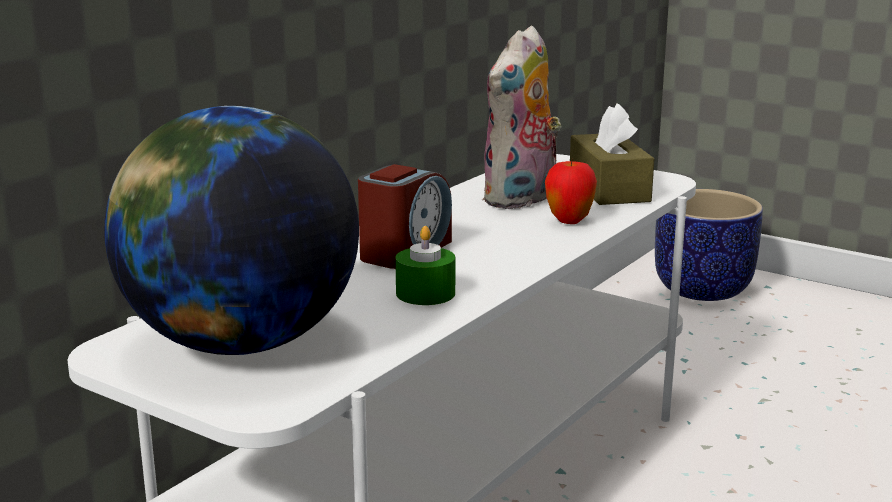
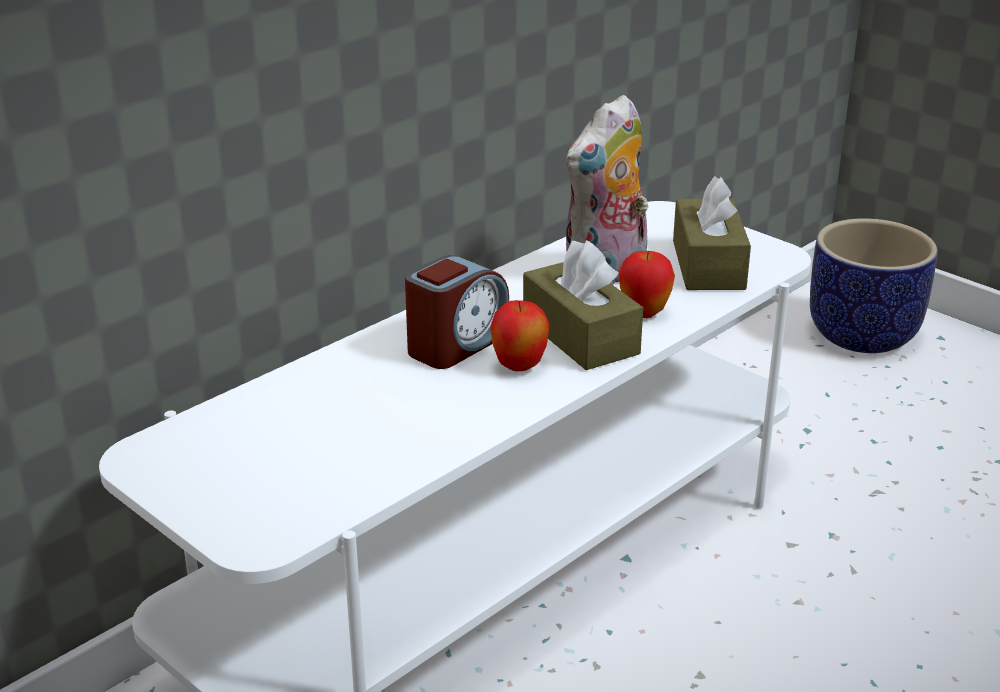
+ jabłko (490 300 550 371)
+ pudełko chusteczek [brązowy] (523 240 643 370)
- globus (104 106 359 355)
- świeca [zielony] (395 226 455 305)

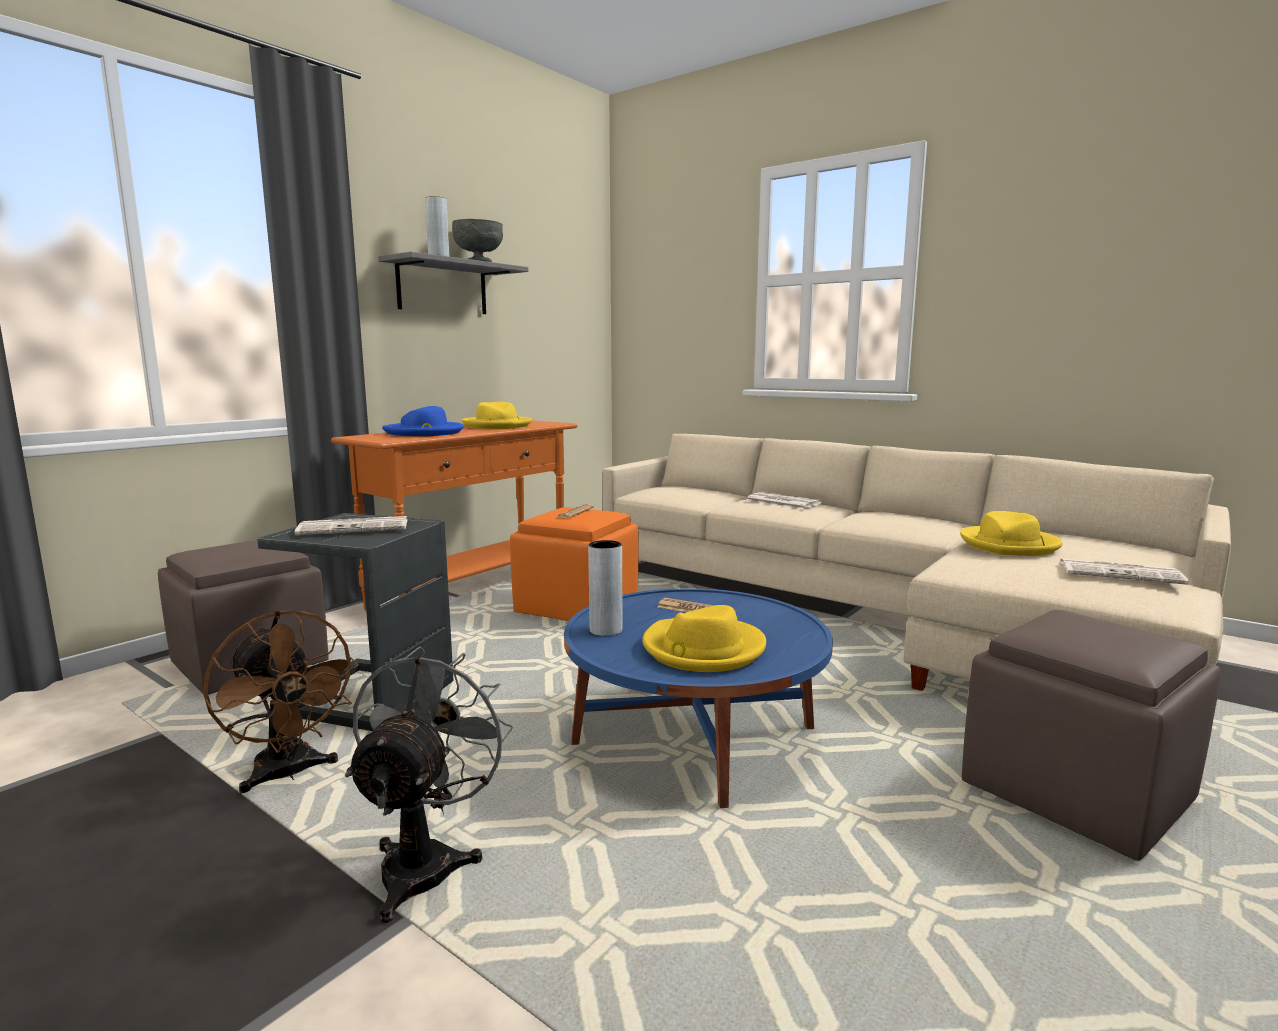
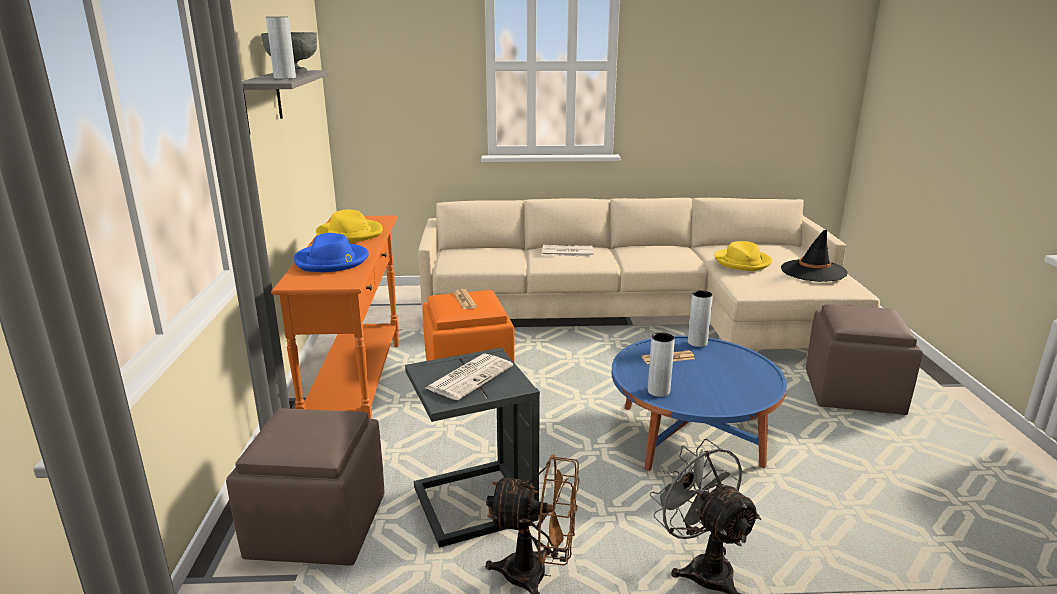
+ wazon [szary] (688 290 713 347)
~ gazeta (1060 558 1189 585) to kapelusz [czarny] (781 230 848 282)
- kapelusz [żółty] (642 605 766 672)

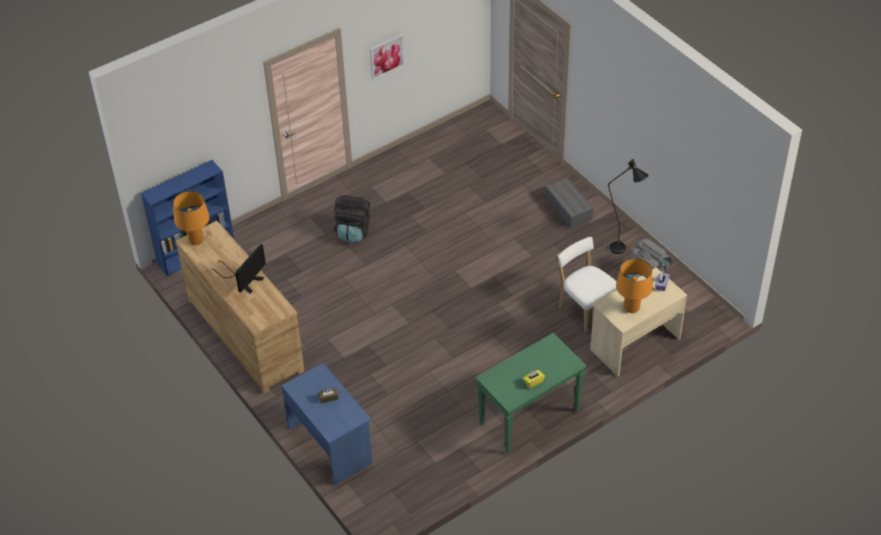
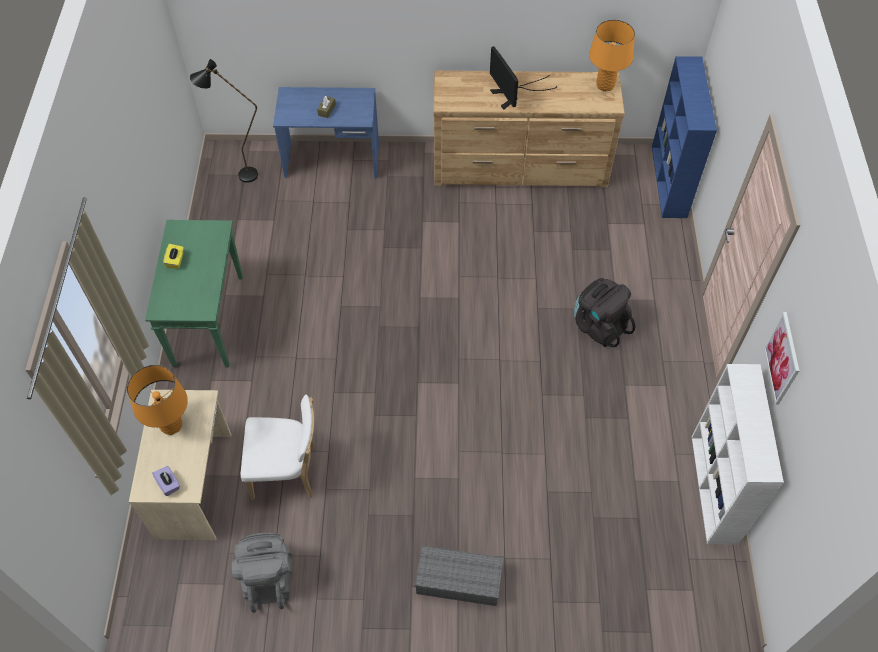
~ lampa stojąca [czarny] (608 159 649 254) to (190 59 258 183)
+ regał [biały] (692 364 784 545)

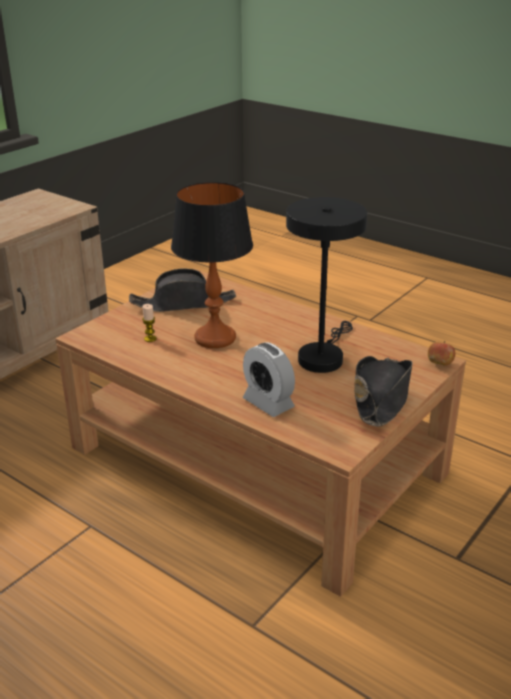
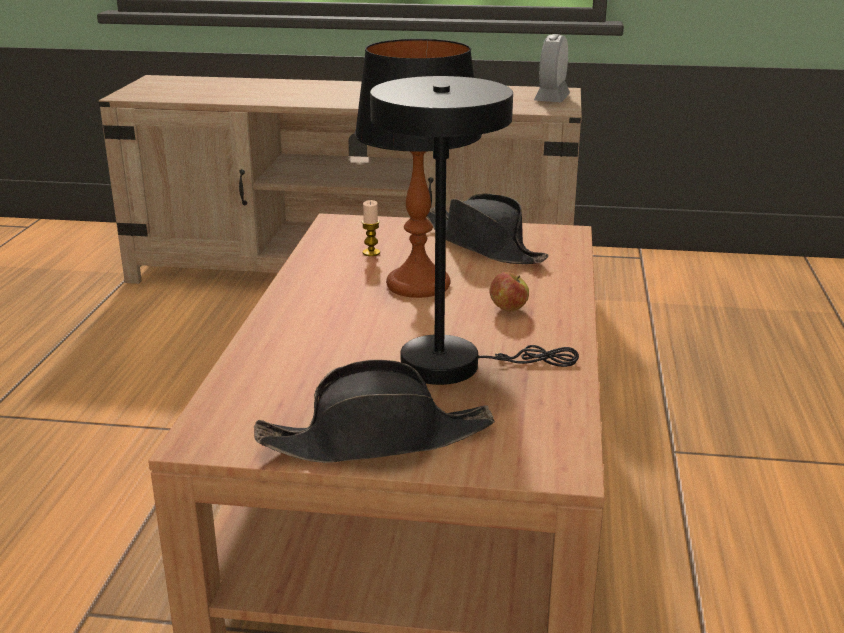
~ jabłko (428 341 455 366) to (489 272 529 312)
~ budzik (243 342 295 417) to (534 34 570 102)

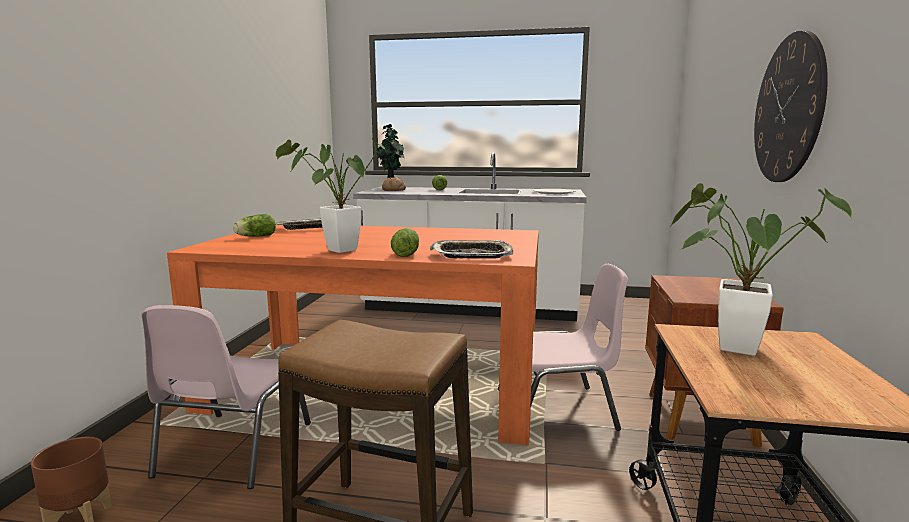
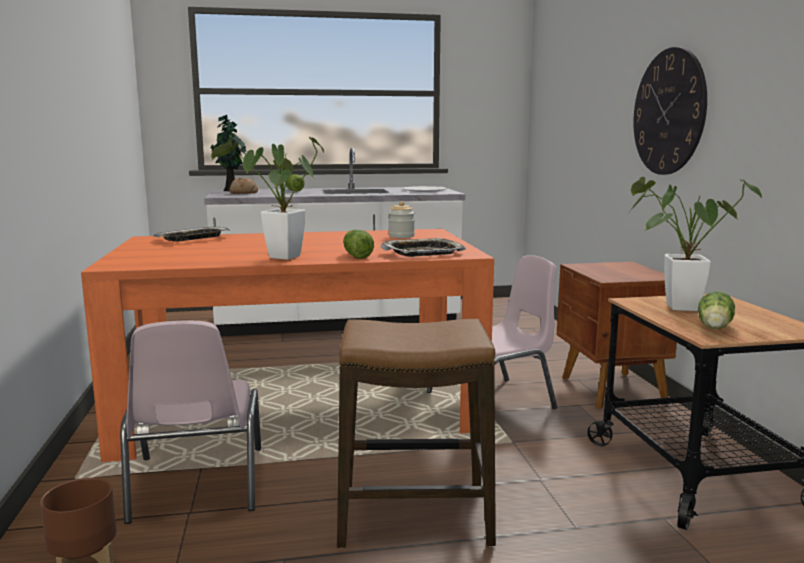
+ słoik (389 201 415 238)
~ sałata (233 214 276 237) to (698 291 735 329)

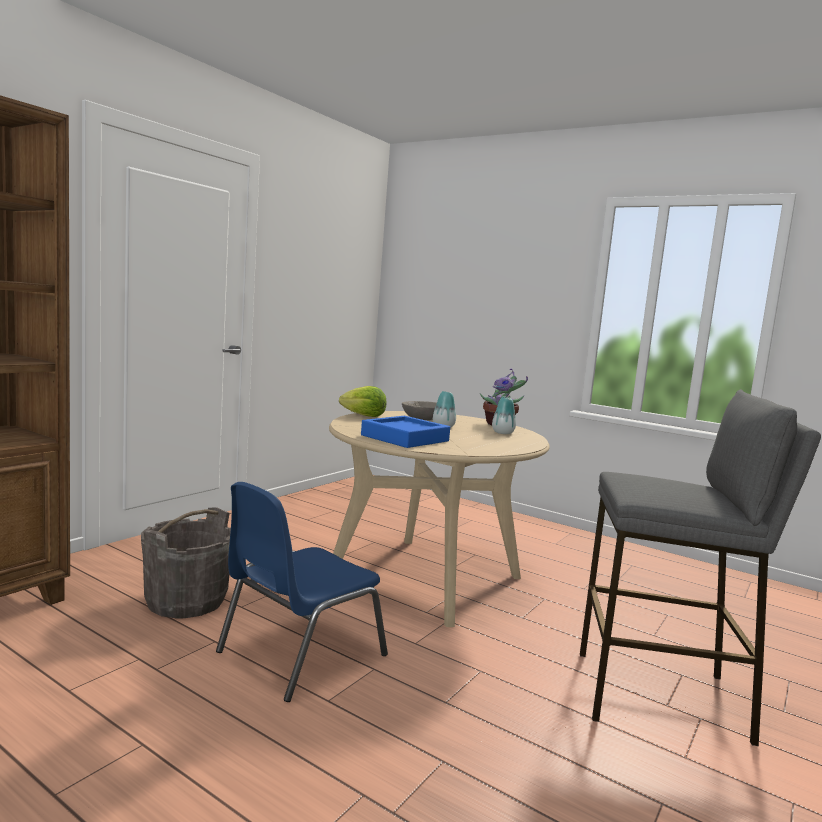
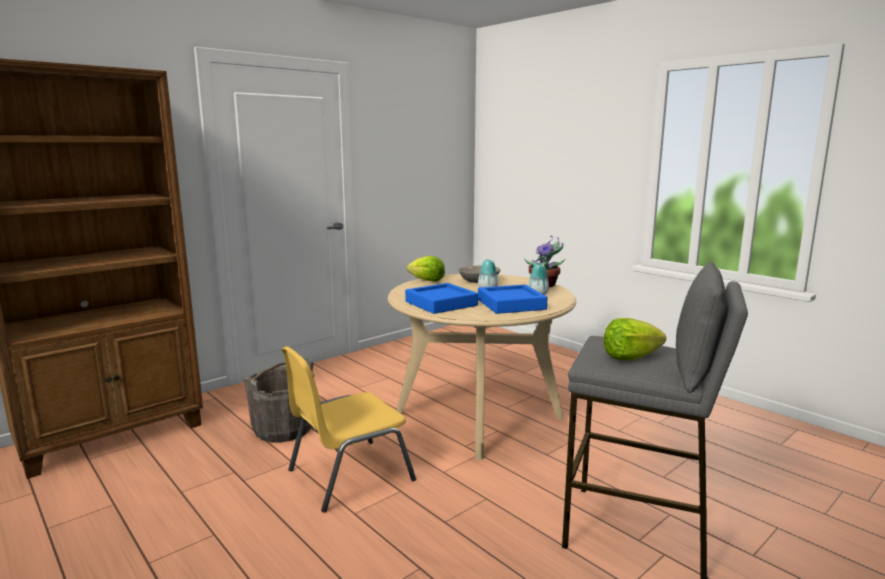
~ krzesło [niebieski] (216 482 388 702) to krzesło [żółty] (282 346 416 512)
+ taca [niebieski] (478 284 547 314)
+ sałata (604 318 666 360)

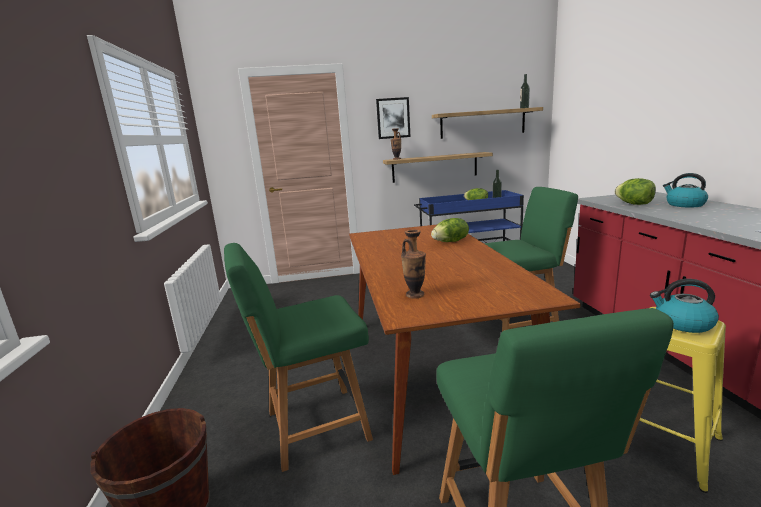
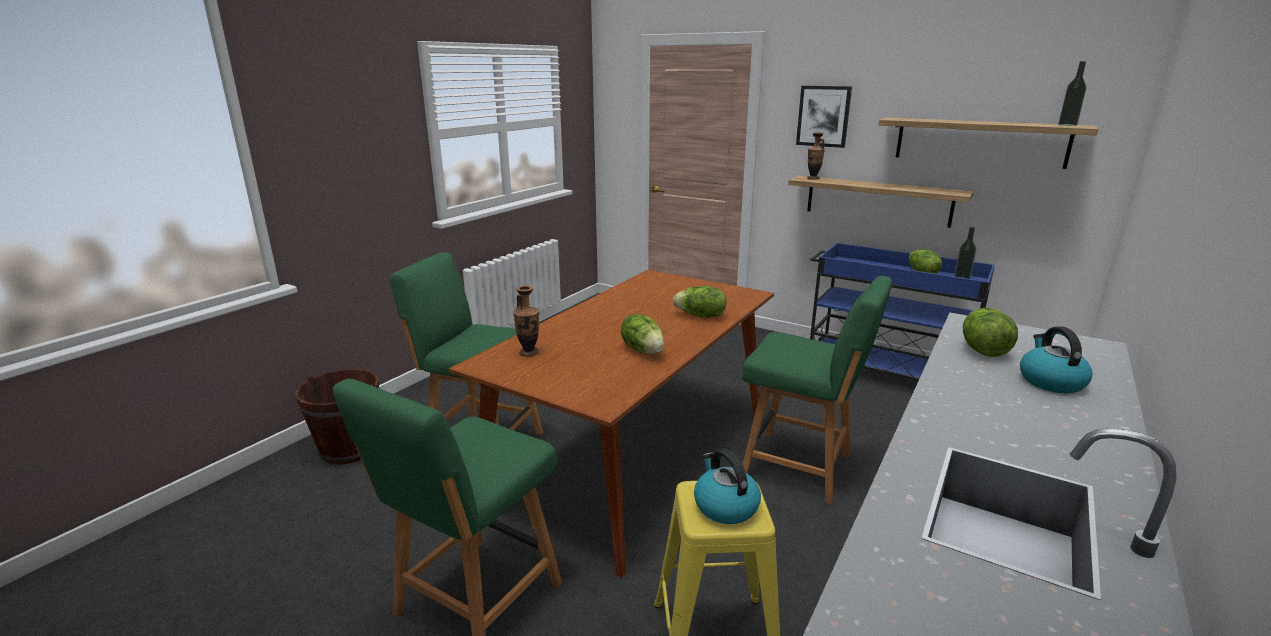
+ sałata (621 314 664 354)

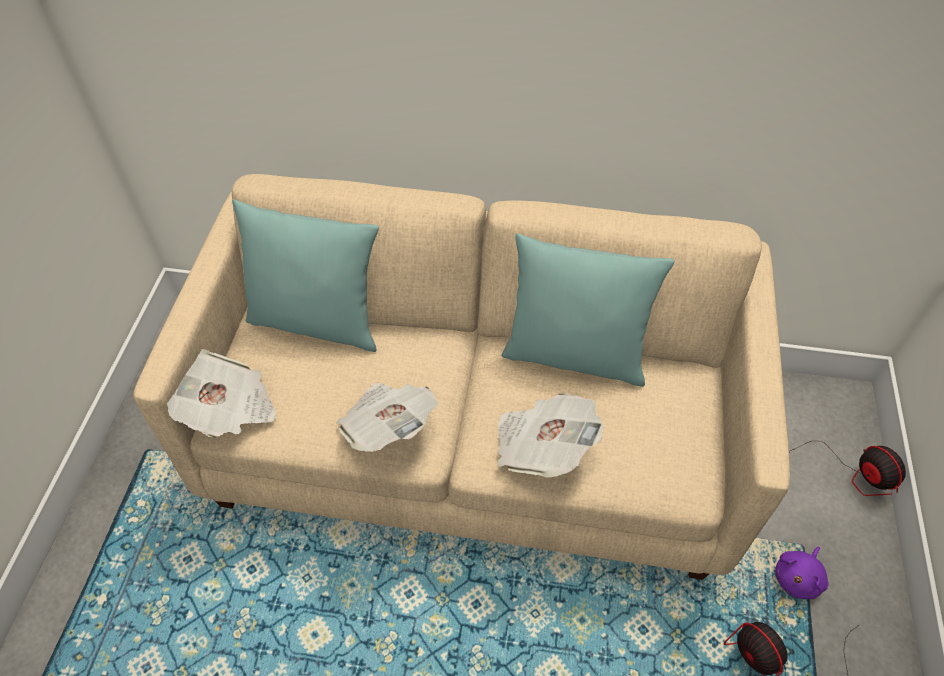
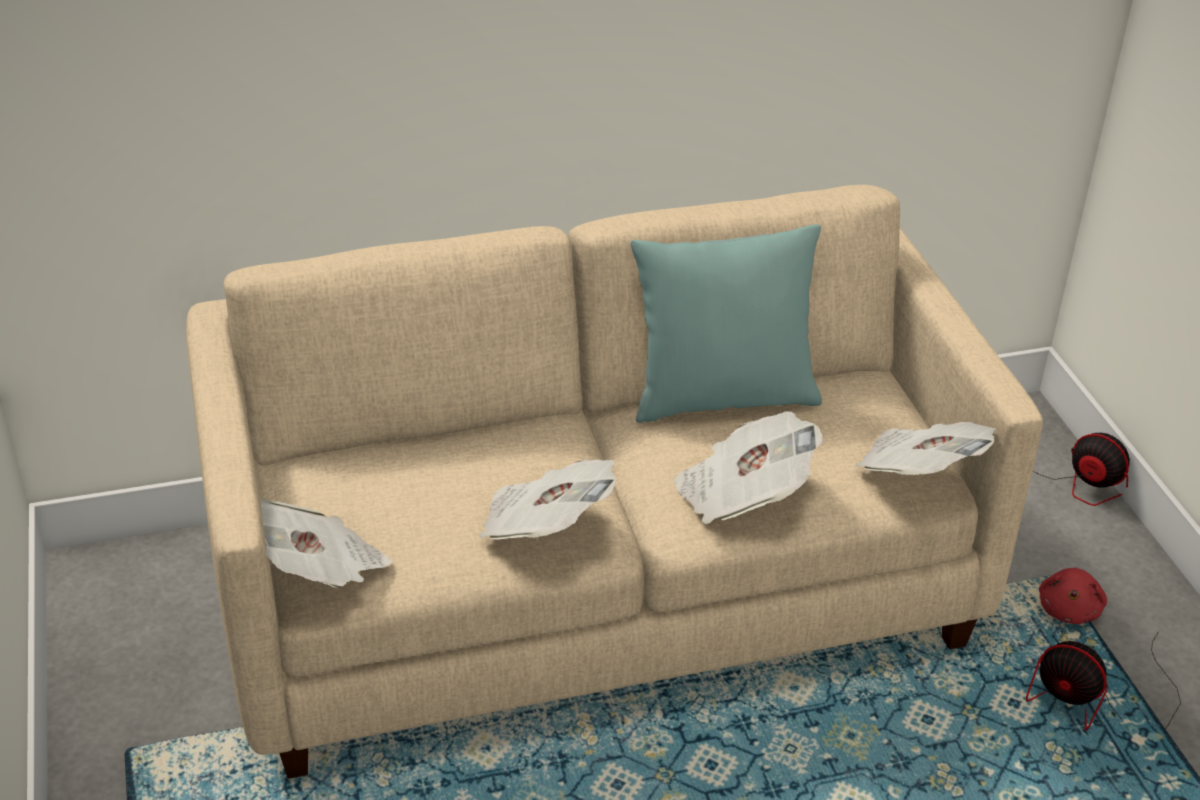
+ gazeta (855 422 996 475)
~ pluszak [fioletowy] (775 547 829 599) to pluszak [czerwony] (1039 567 1107 624)
- poduszka [turkusowy] (232 199 379 352)

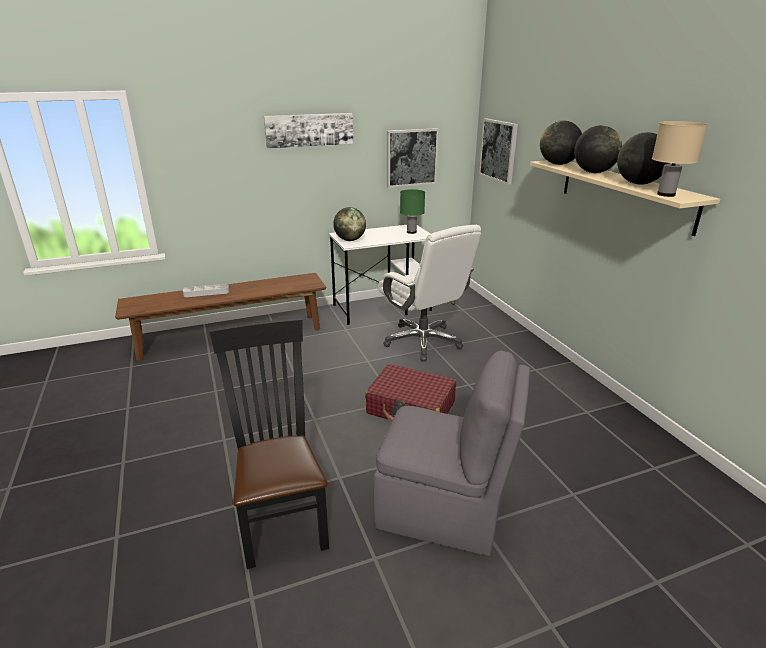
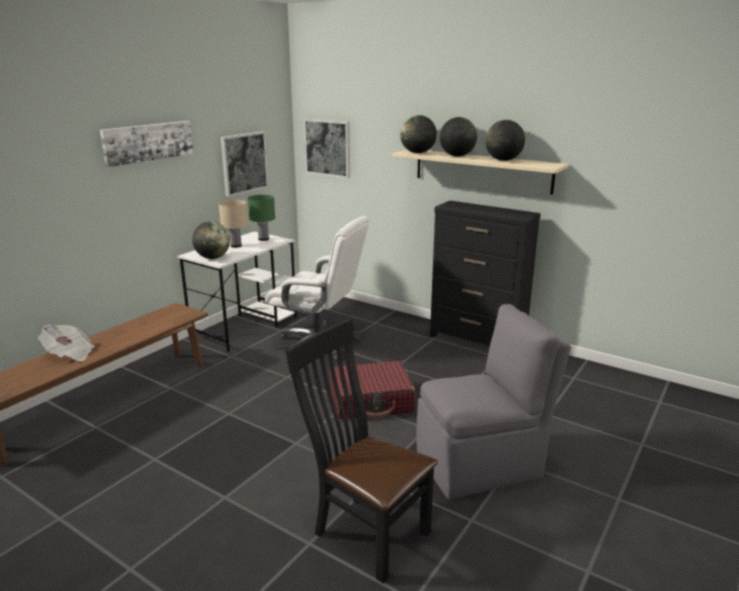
~ taca [szary] (183 284 229 297) to gazeta (38 325 95 361)
~ lampa stołowa [beżowy] (652 121 708 197) to (219 200 248 248)
+ komoda [czarny] (430 201 541 346)

